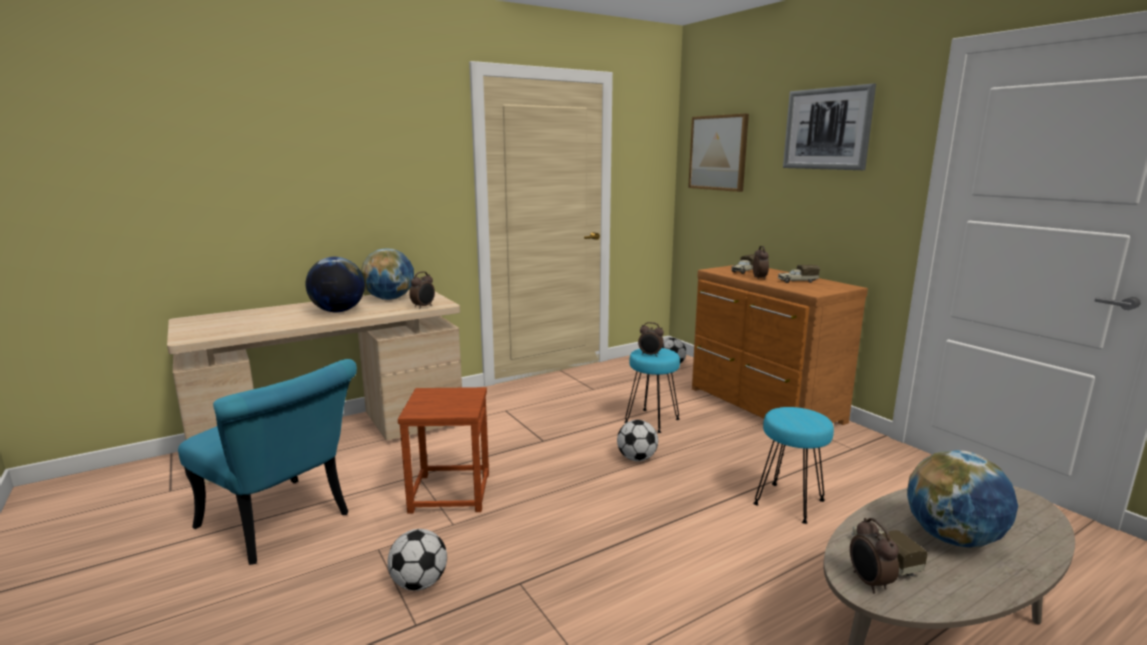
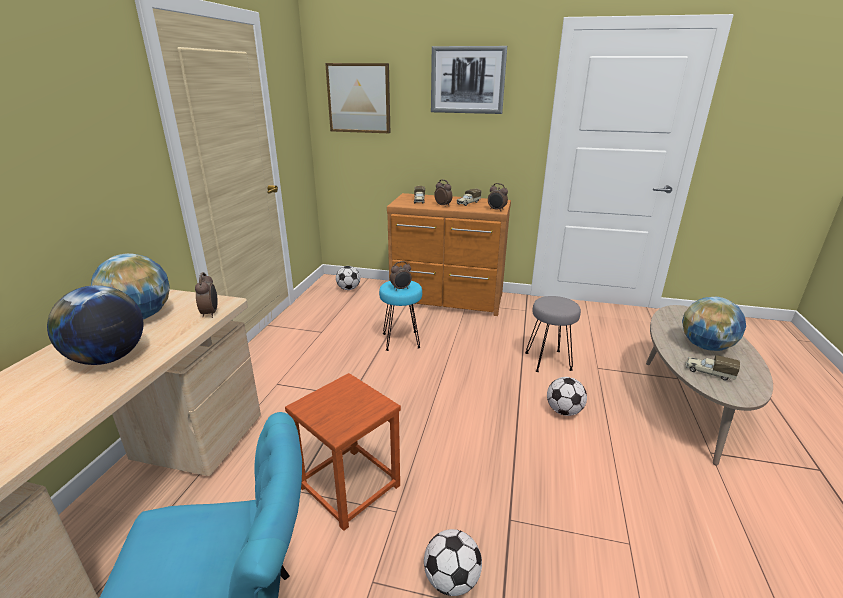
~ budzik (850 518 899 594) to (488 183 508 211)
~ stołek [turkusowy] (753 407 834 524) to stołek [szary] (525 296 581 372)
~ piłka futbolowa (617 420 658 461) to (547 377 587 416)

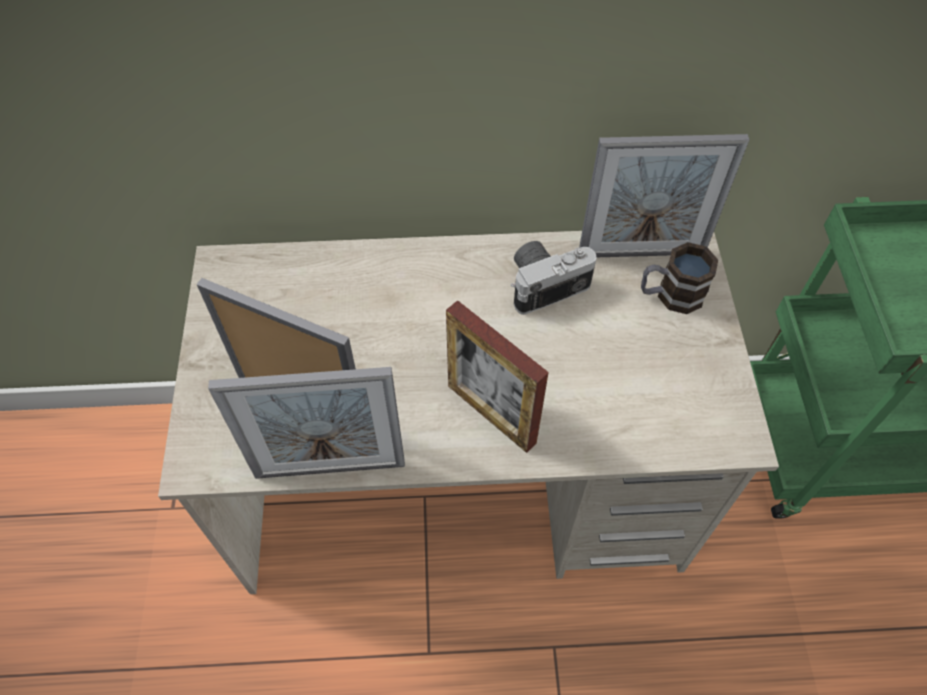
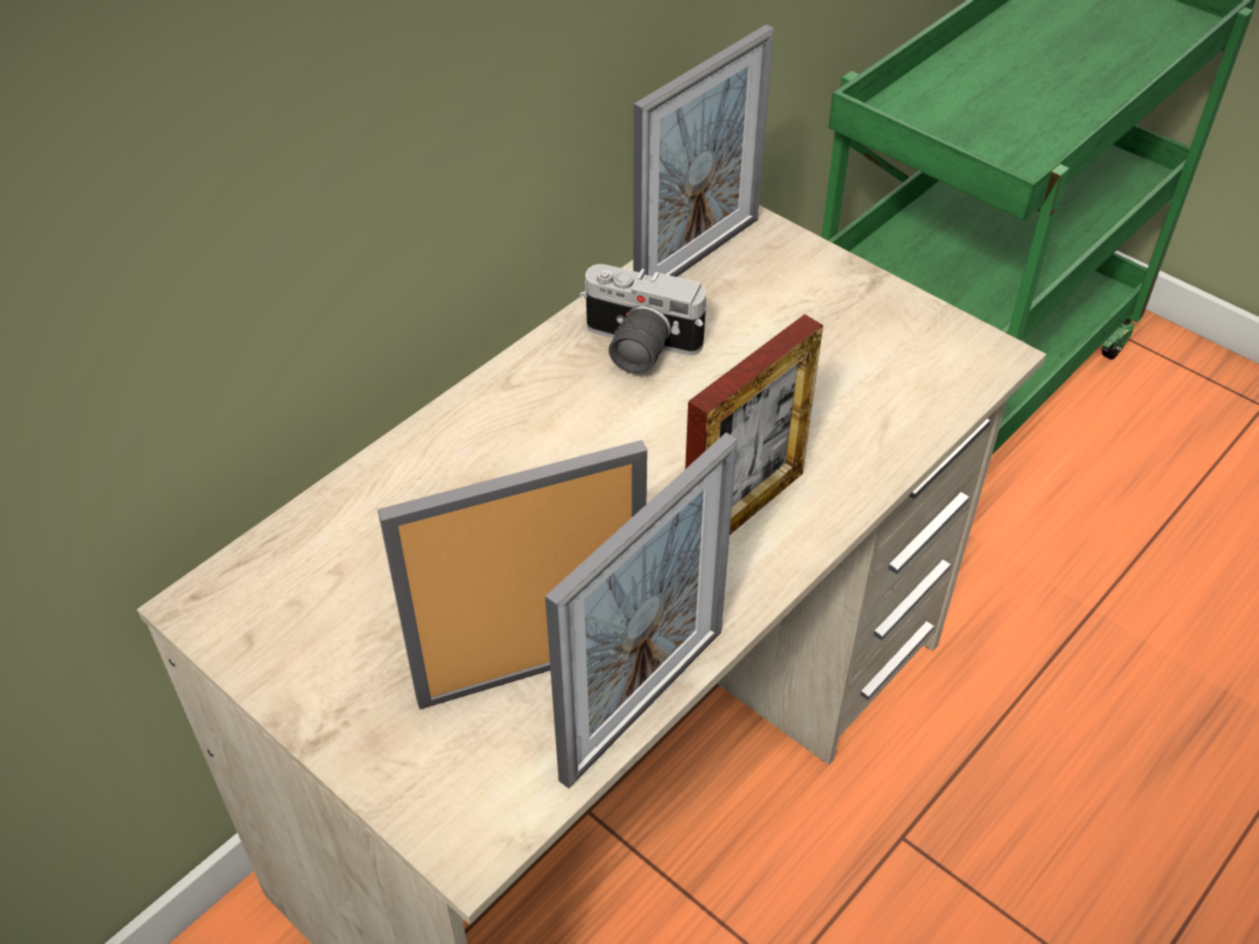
~ aparat fotograficzny (511 241 596 315) = (580 264 707 375) 90 degrees counterclockwise
~ ramka na zdjęcie (446 300 549 453) = (685 314 823 534) 45 degrees counterclockwise
- kubek (641 242 718 314)

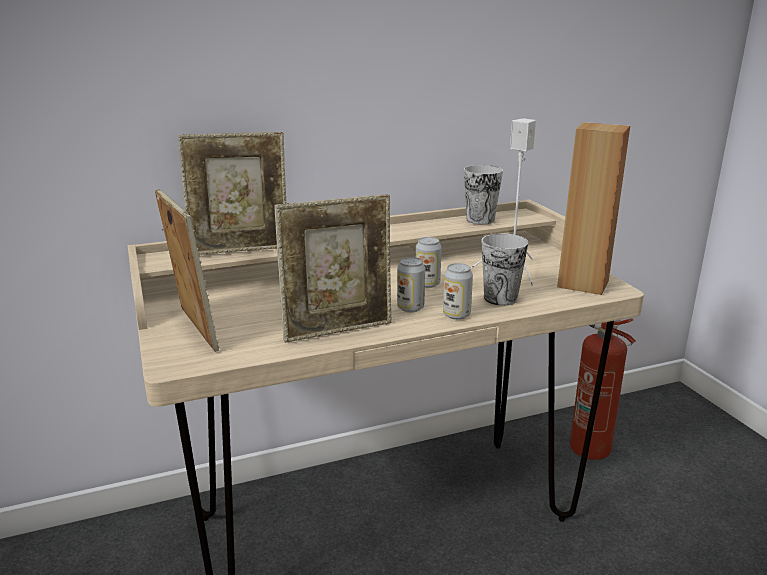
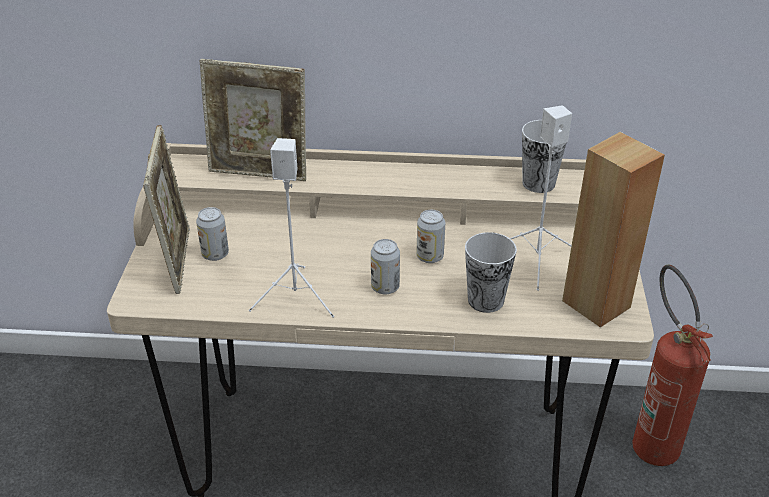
~ puszka (443 263 473 320) to (196 207 229 261)
~ ramka na zdjęcie (274 194 391 343) to głośnik [biały] (249 138 334 318)

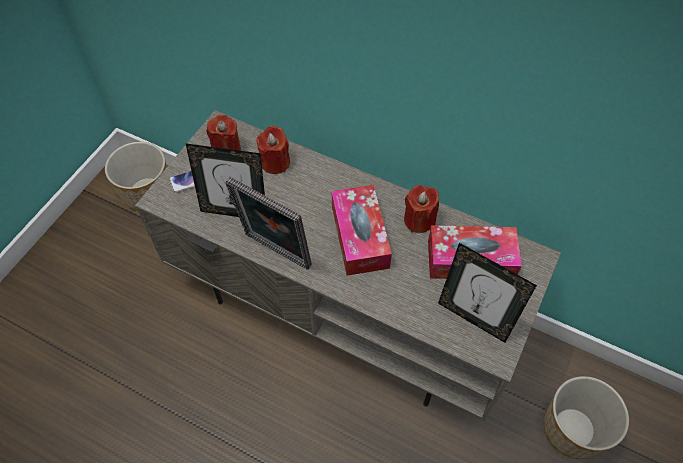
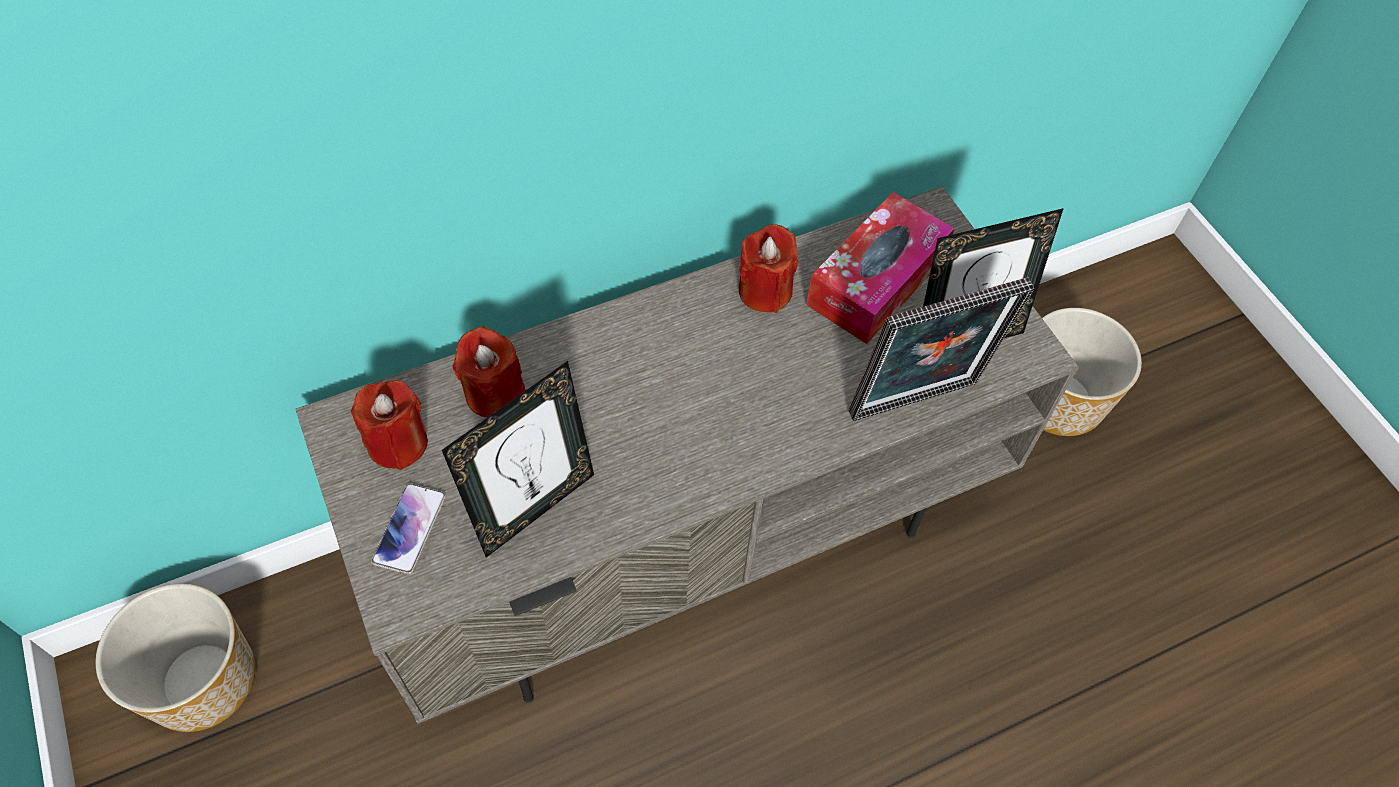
~ ramka na zdjęcie (225 177 312 270) to (849 277 1034 421)
- pudełko chusteczek (332 185 392 276)

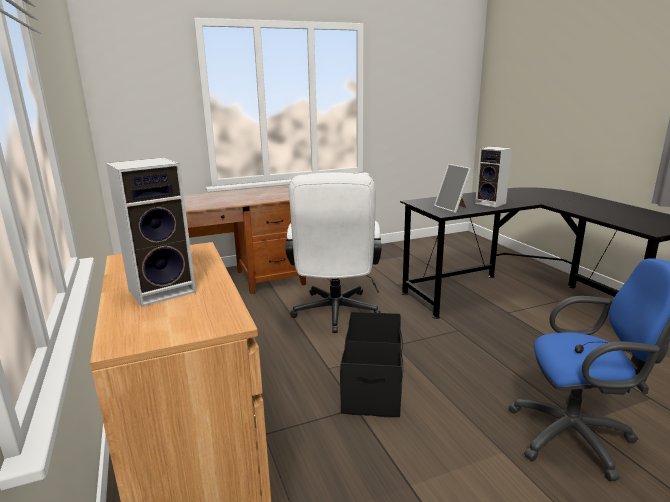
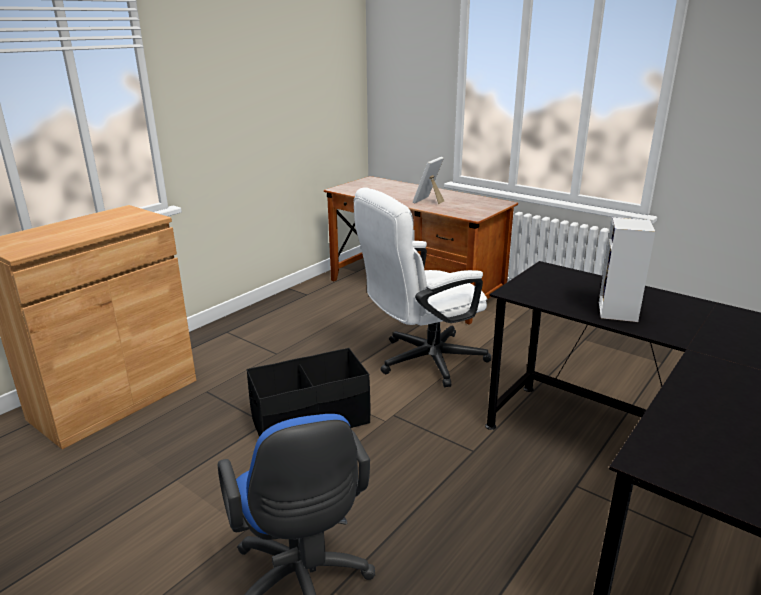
~ ramka na zdjęcie (434 164 471 213) to (413 157 444 204)
- głośnik (106 157 196 307)

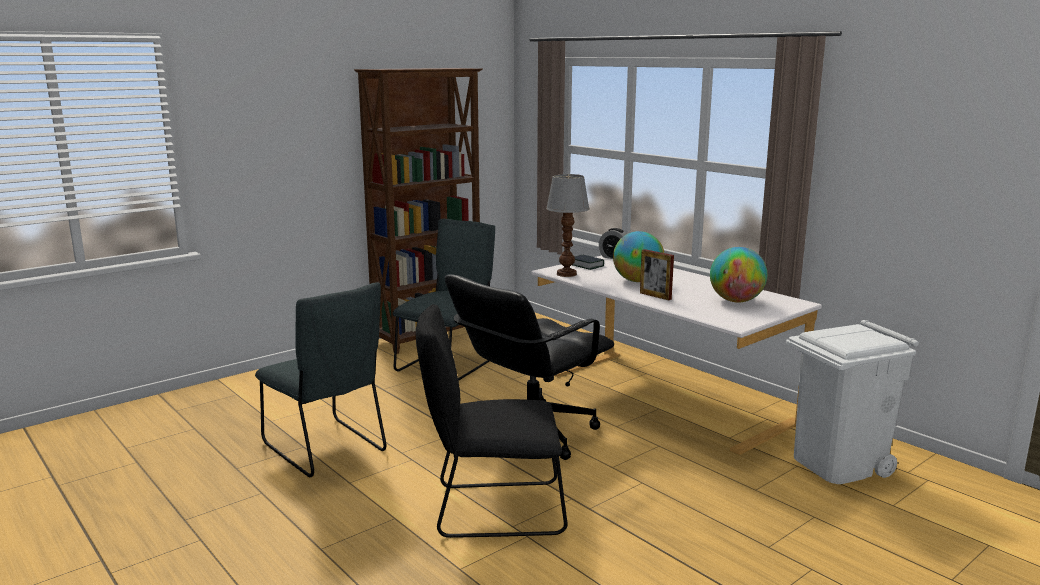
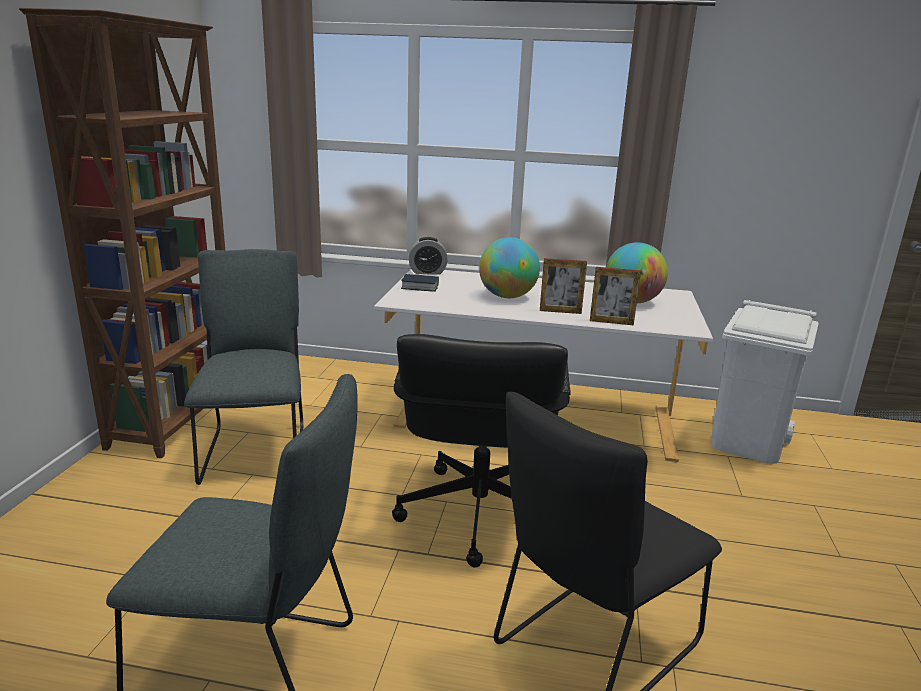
+ ramka na zdjęcie (590 267 641 326)
- lampa stołowa (546 174 590 277)

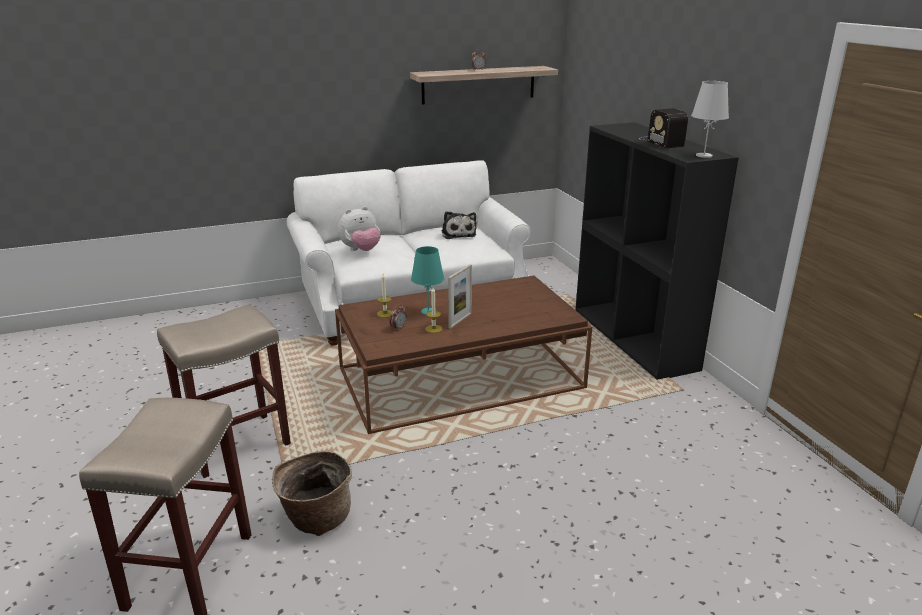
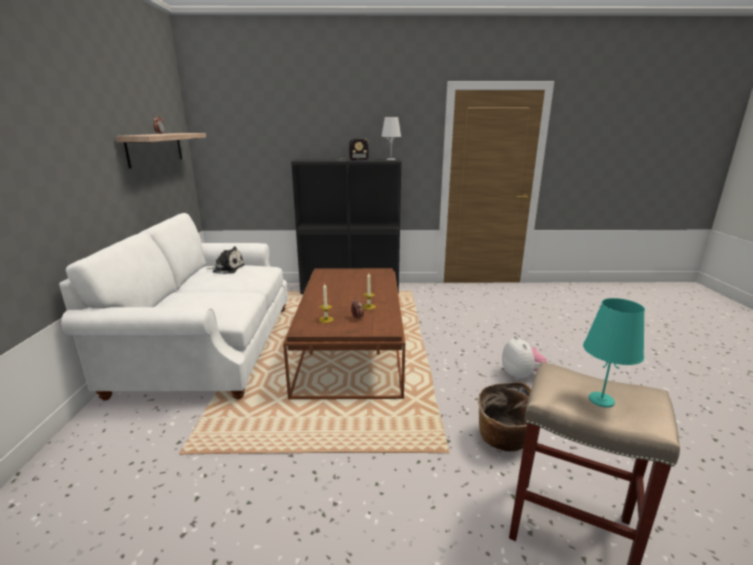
~ pluszak (338 206 381 251) to (502 336 547 381)
~ lampa stołowa [turkusowy] (411 246 444 315) to (583 298 645 408)
- stołek [beżowy] (157 304 291 478)
- ramka na zdjęcie (448 264 472 329)

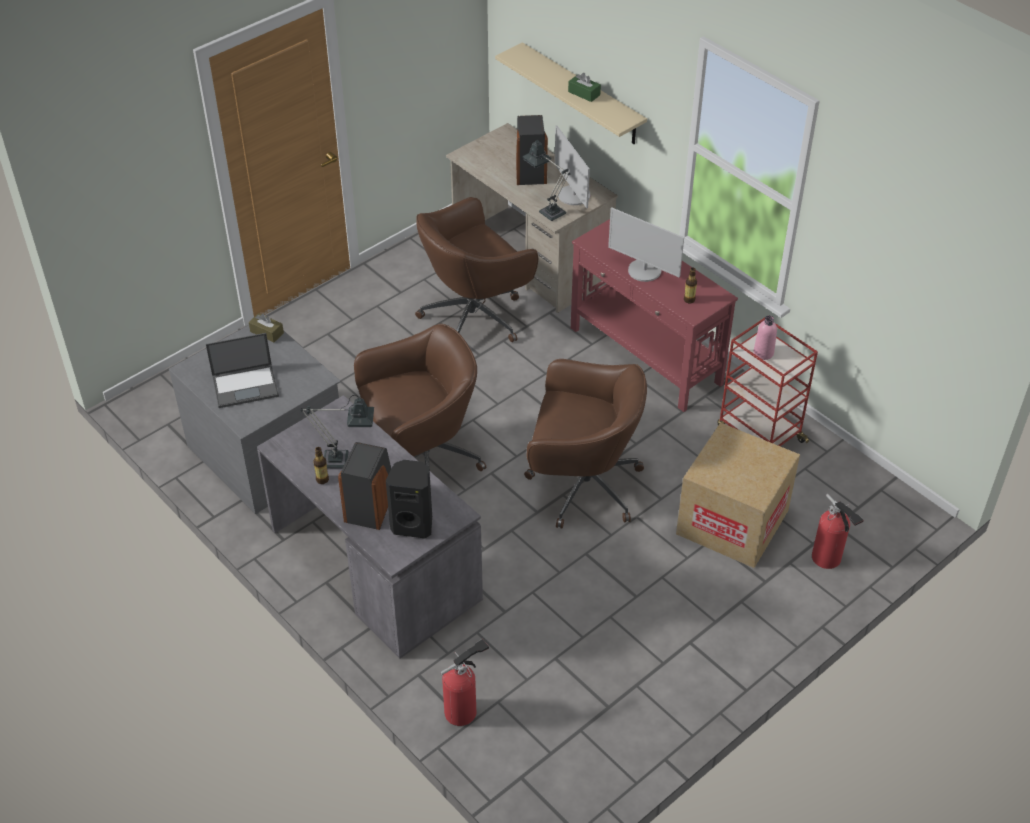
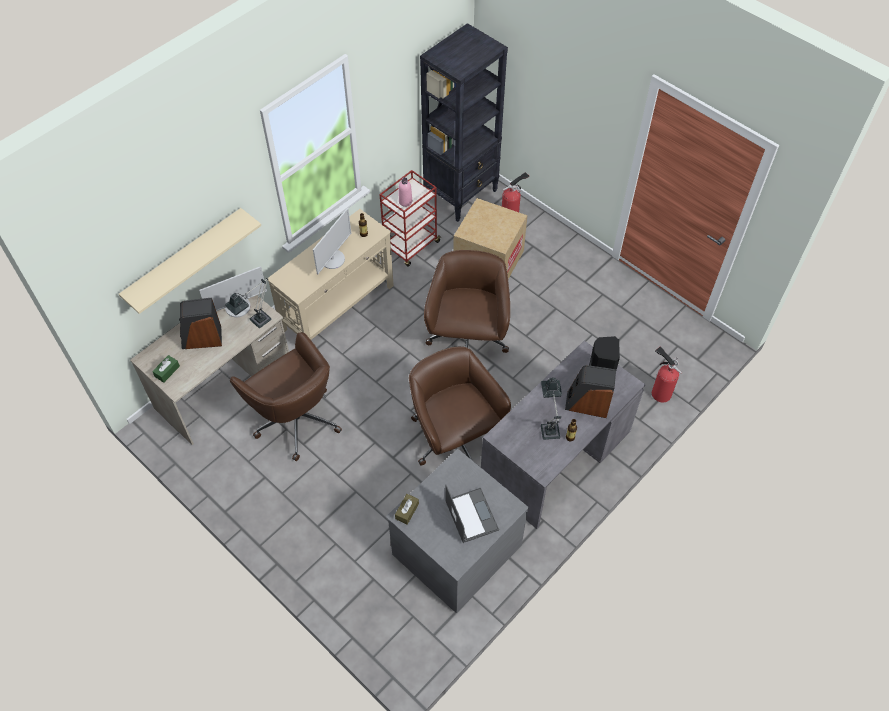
~ pudełko chusteczek [zielony] (568 73 601 102) to (152 355 180 383)
~ stolik konsolowy [czerwony] (571 219 738 412) to stolik konsolowy [beżowy] (267 209 394 340)
+ regał [czarny] (420 23 508 222)

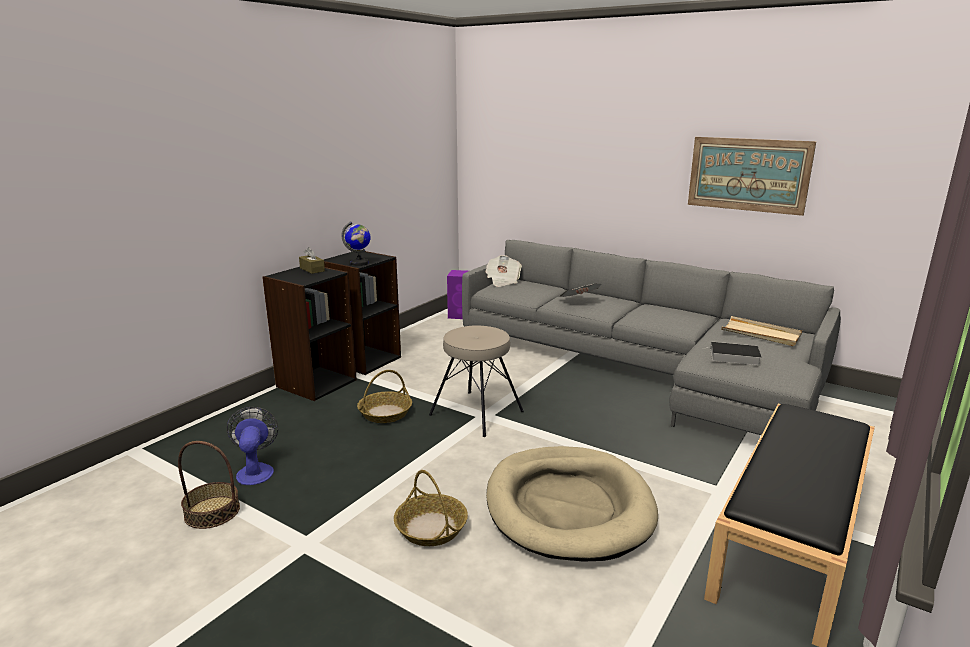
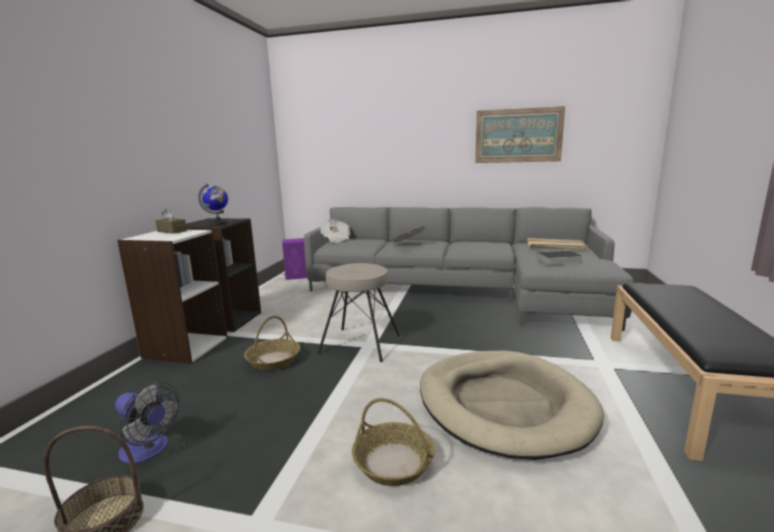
~ wentylator (227 407 278 485) = (115 382 179 463) 150 degrees clockwise
~ regał [czarny] (262 267 357 401) to regał [biały] (117 229 228 364)

